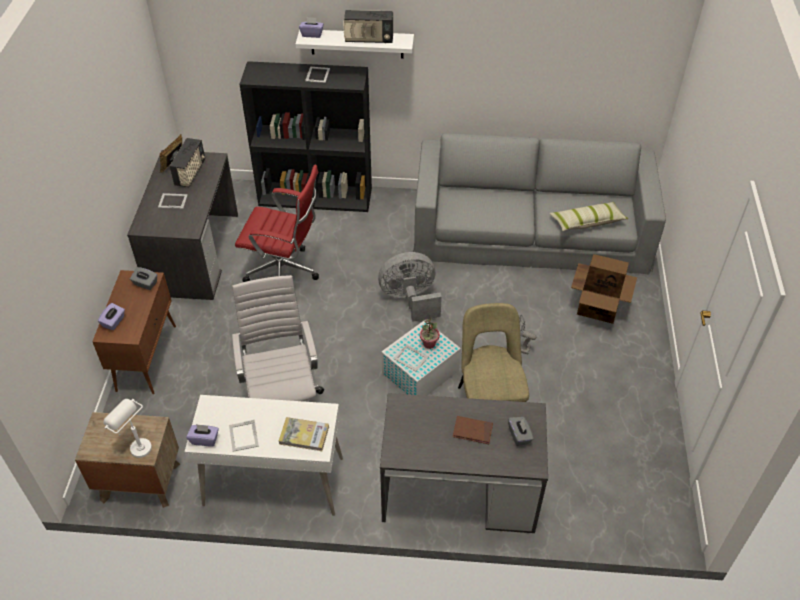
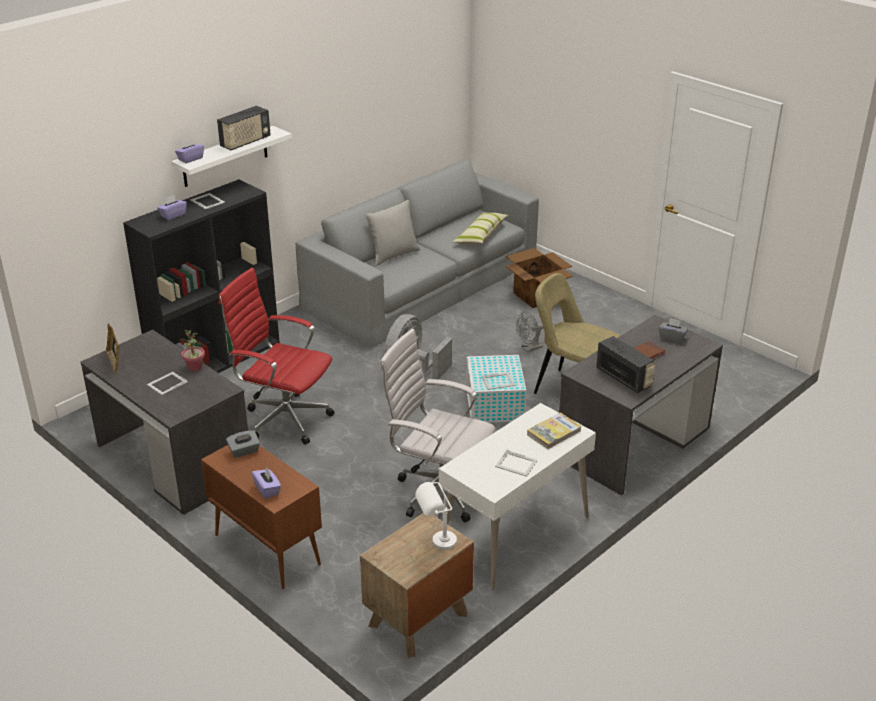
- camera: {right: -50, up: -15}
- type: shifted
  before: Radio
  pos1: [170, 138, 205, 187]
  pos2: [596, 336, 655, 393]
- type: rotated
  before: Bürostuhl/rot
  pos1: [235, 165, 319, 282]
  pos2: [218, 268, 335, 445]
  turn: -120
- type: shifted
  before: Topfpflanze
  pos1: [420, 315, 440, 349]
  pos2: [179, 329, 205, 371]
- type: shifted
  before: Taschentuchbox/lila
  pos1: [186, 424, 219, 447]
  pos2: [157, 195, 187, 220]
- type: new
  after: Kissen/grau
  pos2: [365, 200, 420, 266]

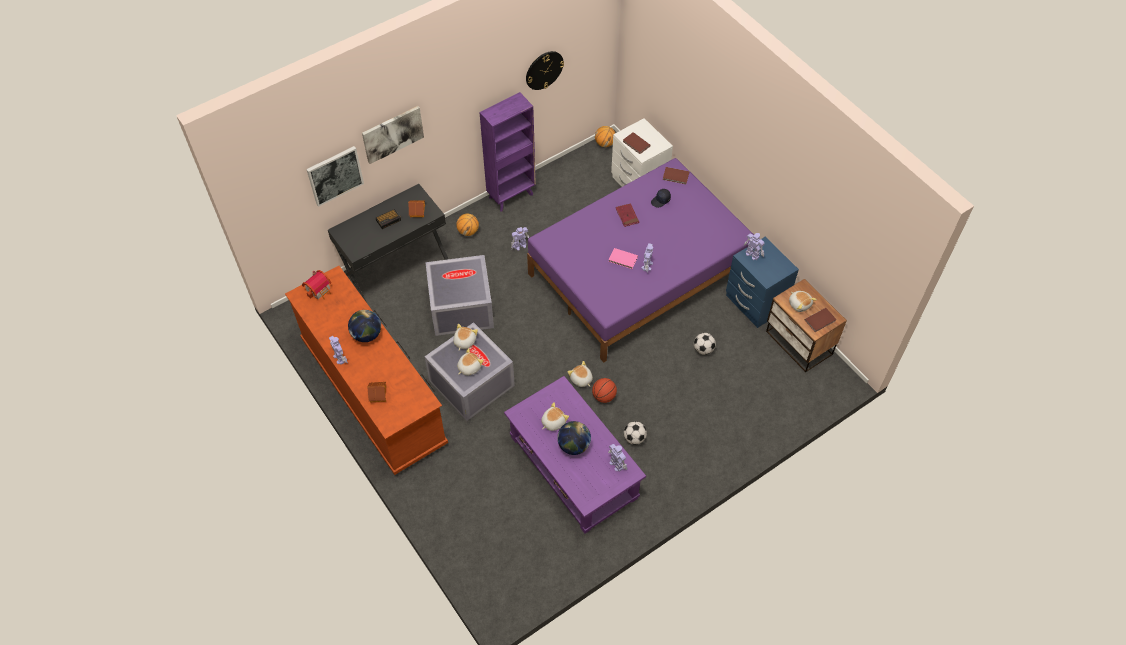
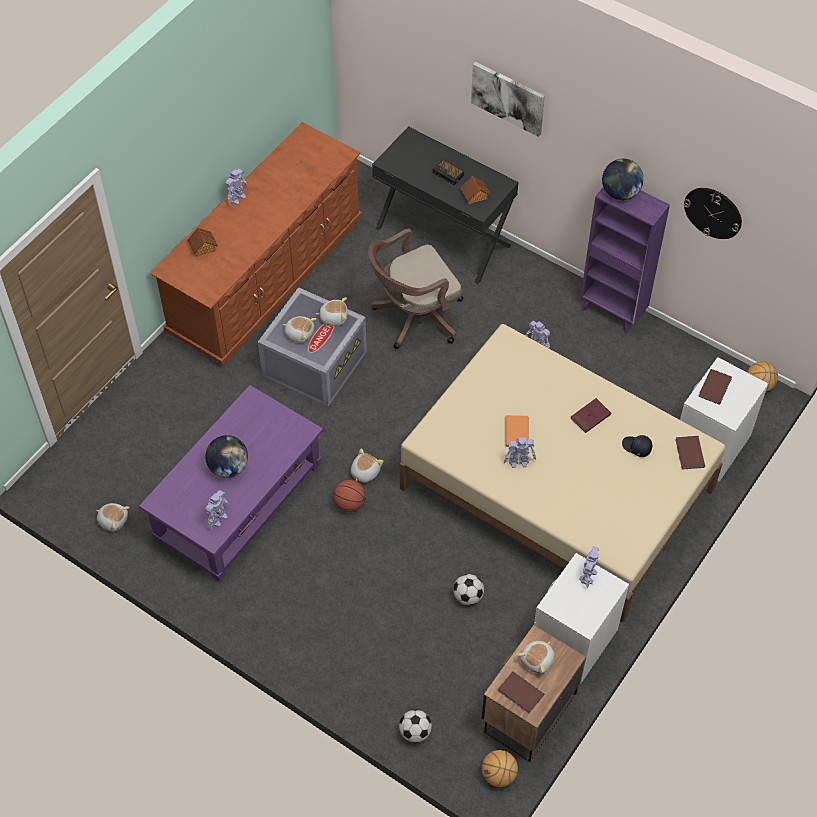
- camera: {right: 70, up: 0}
- type: gone
  before: Bild
  pos1: [306, 146, 364, 207]
- type: repainted
  before: Bett/lila
  after: Bett/beige
  pos1: [527, 158, 754, 362]
  pos2: [400, 324, 725, 623]
- type: shifted
  before: Basketball
  pos1: [456, 214, 479, 236]
  pos2: [482, 750, 518, 787]
- type: repainted
  before: Nachttisch/blau
  after: Nachttisch/weiß
  pos1: [726, 237, 799, 328]
  pos2: [534, 553, 629, 684]
- type: repainted
  before: Buch/rosa
  after: Buch/orange
  pos1: [608, 248, 638, 269]
  pos2: [506, 415, 529, 447]
- type: swapped
  before: Aufbewahrungsbox/grau
  after: Bürostuhl/braun
  pos1: [425, 255, 494, 336]
  pos2: [368, 228, 463, 349]
- type: gone
  before: Spielzeughaus
  pos1: [302, 270, 331, 300]
- type: shifted
  before: Globus
  pos1: [348, 310, 381, 342]
  pos2: [602, 159, 644, 200]
- type: shifted
  before: Plüschtier
  pos1: [541, 402, 569, 431]
  pos2: [96, 503, 130, 532]
- type: shifted
  before: Fußball
  pos1: [624, 421, 647, 445]
  pos2: [399, 709, 432, 743]

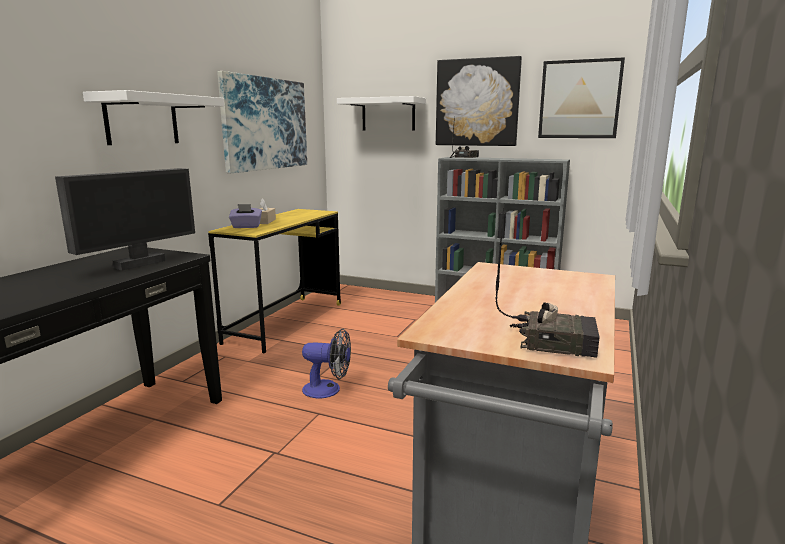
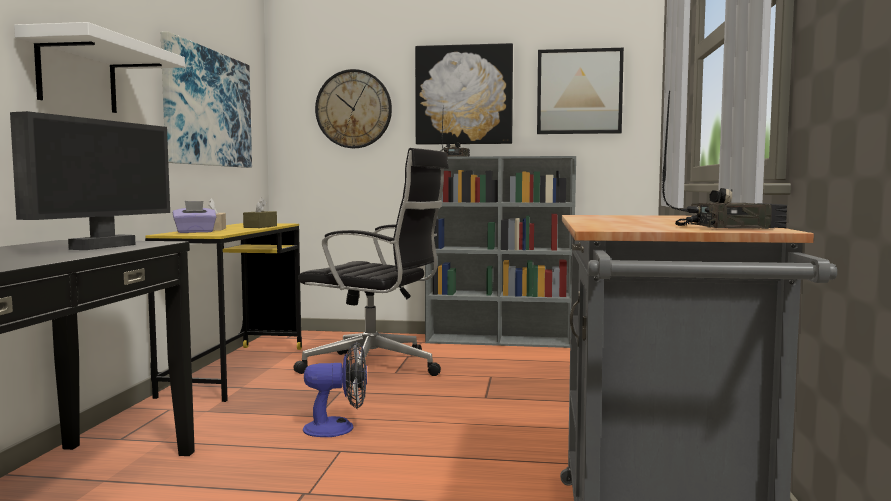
- camera: {right: -15, up: -10}
- type: swapped
  before: Wandregal/weiß
  after: Wanduhr
  pos1: [337, 96, 426, 130]
  pos2: [315, 69, 392, 148]
- type: new
  after: Bürostuhl/schwarz
  pos2: [293, 148, 448, 389]
- type: new
  after: Taschentuchbox/braun
  pos2: [243, 197, 277, 228]

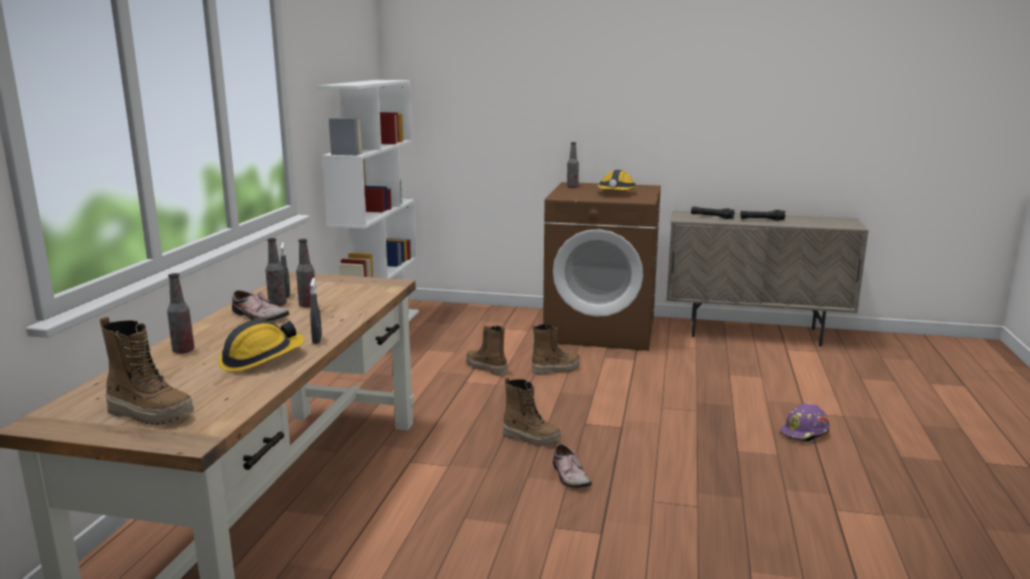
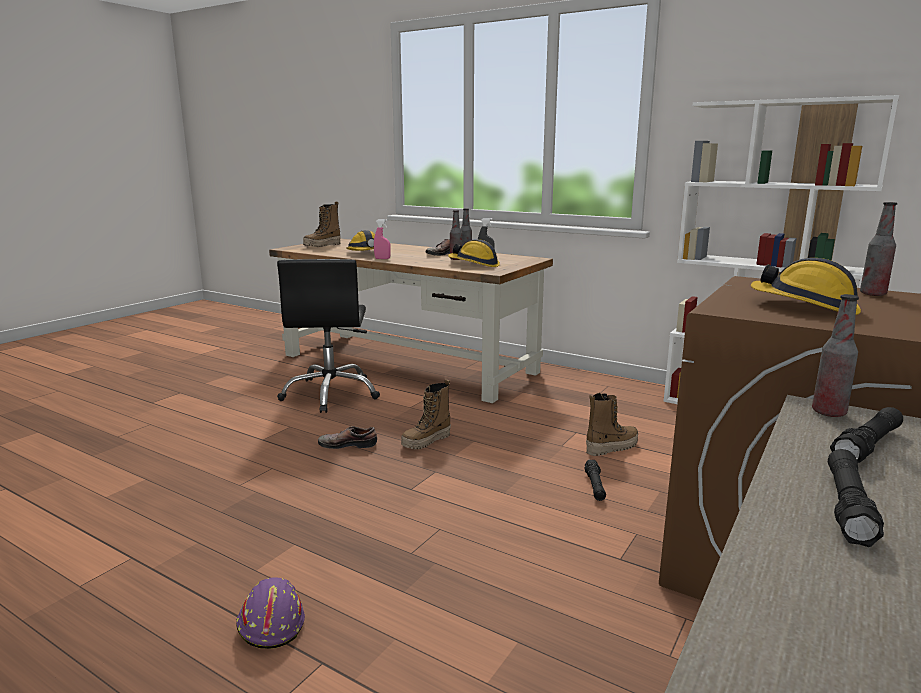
- camera: {right: 110, up: 0}
- type: shifted
  before: Flasche
  pos1: [167, 273, 195, 354]
  pos2: [812, 294, 859, 417]
- type: repainted
  before: Sprühflasche/grau
  after: Sprühflasche/rosa
  pos1: [310, 278, 322, 344]
  pos2: [374, 219, 391, 259]
- type: swapped
  before: Stiefel
  after: Taschenlampe/schwarz
  pos1: [532, 324, 580, 375]
  pos2: [585, 460, 606, 501]
- type: new
  after: Schutzhelm
  pos2: [448, 239, 500, 267]
- type: new
  after: Bürostuhl/schwarz
  pos2: [277, 259, 380, 413]

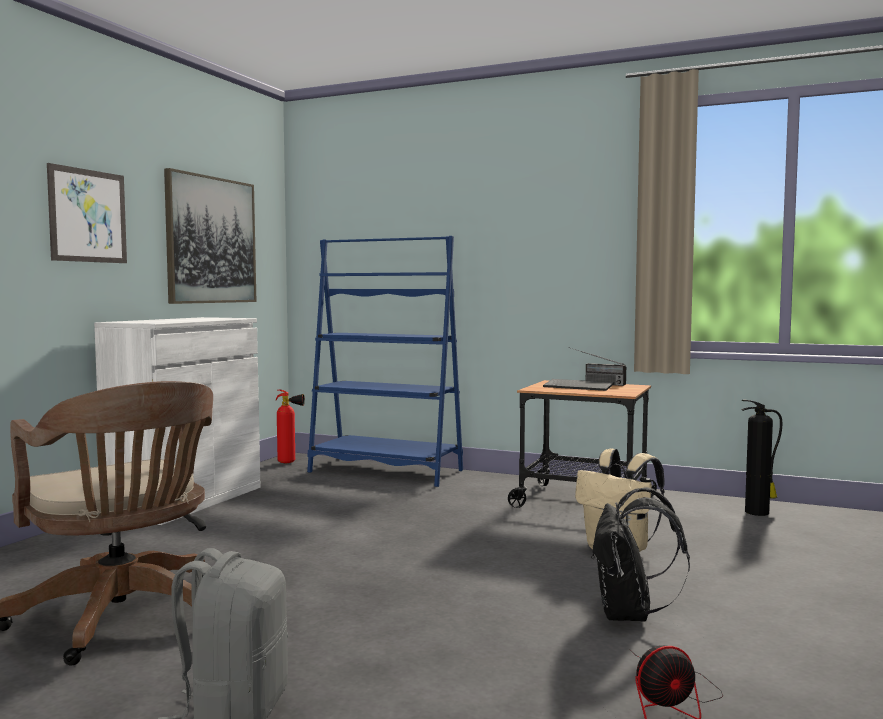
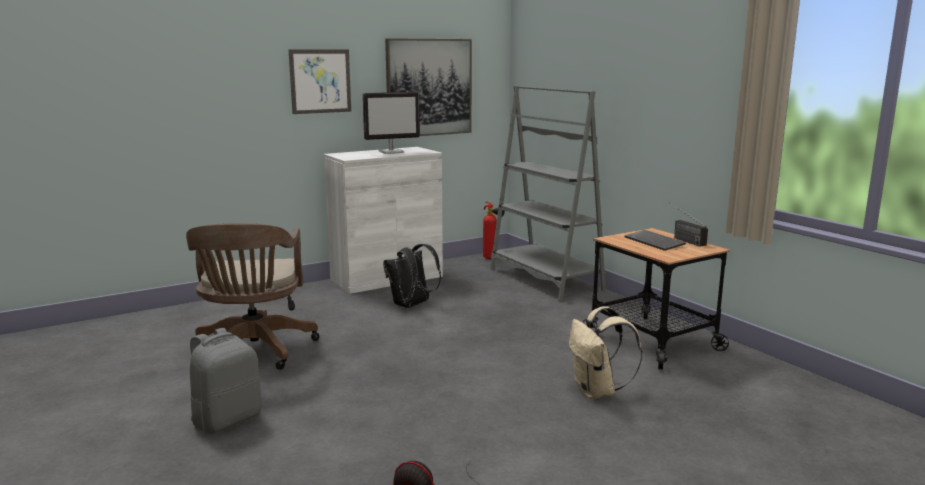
- camera: {right: 35, up: 10}
- type: repainted
  before: Bücherregal/blau
  after: Bücherregal/grau
  pos1: [307, 236, 463, 487]
  pos2: [490, 85, 606, 302]
- type: gone
  before: Feuerlöscher
  pos1: [741, 400, 782, 516]
- type: shifted
  before: Rucksack/schwarz
  pos1: [591, 487, 690, 621]
  pos2: [383, 244, 441, 308]
- type: new
  after: Monitor
  pos2: [363, 92, 420, 154]

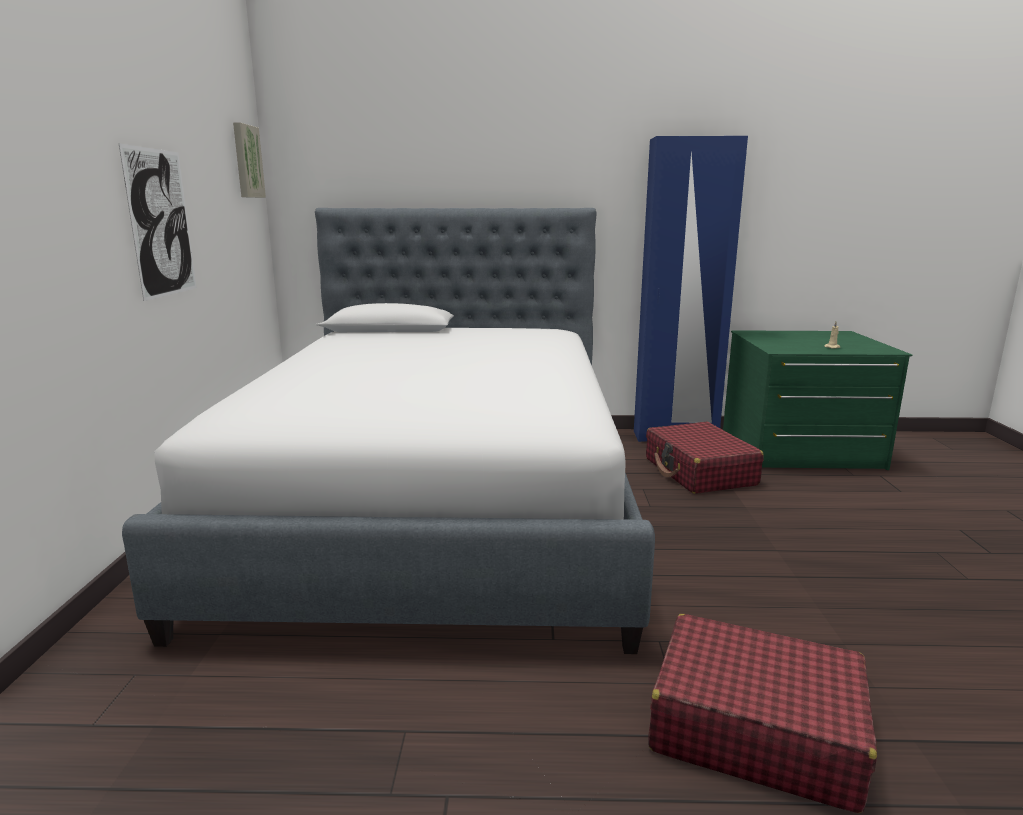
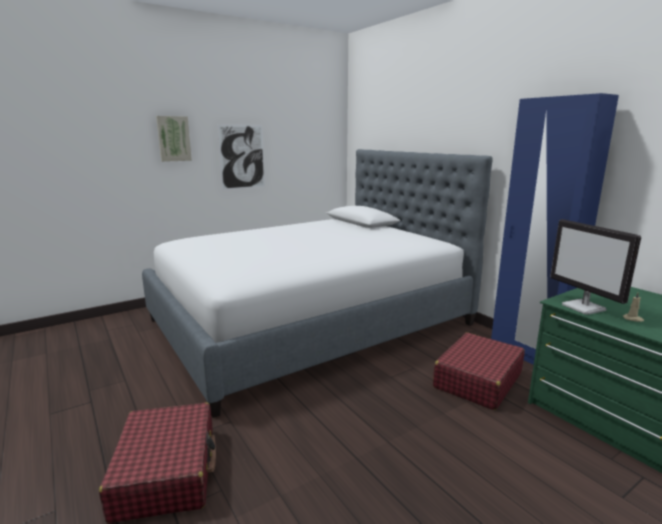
- camera: {right: 55, up: 0}
- type: shifted
  before: Bild
  pos1: [233, 122, 266, 198]
  pos2: [156, 116, 192, 162]
- type: new
  after: Monitor
  pos2: [550, 219, 641, 315]

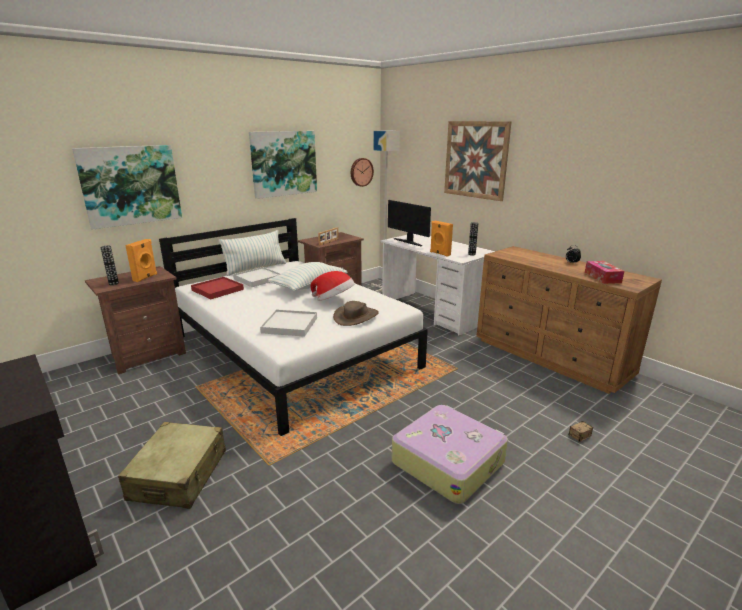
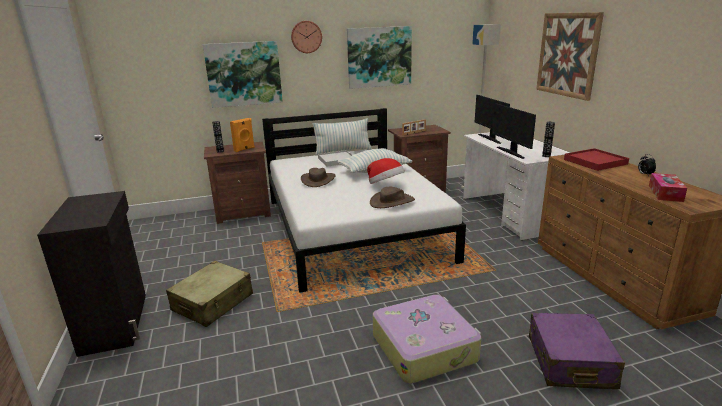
- camera: {right: 25, up: 0}
- type: shifted
  before: Wanduhr
  pos1: [351, 158, 374, 187]
  pos2: [291, 21, 322, 53]
- type: swapped
  before: Lautsprecher/orange
  after: Monitor
  pos1: [430, 221, 453, 257]
  pos2: [492, 103, 536, 159]
- type: shifted
  before: Tablett/rot
  pos1: [191, 277, 244, 299]
  pos2: [564, 148, 629, 171]
- type: gone
  before: Tablett/weiß
  pos1: [260, 309, 317, 337]
- type: swapped
  before: Aufbewahrungsbox
  after: Koffer/lila
  pos1: [569, 421, 593, 442]
  pos2: [529, 313, 625, 389]
- type: new
  after: Hut/braun
  pos2: [301, 168, 336, 187]

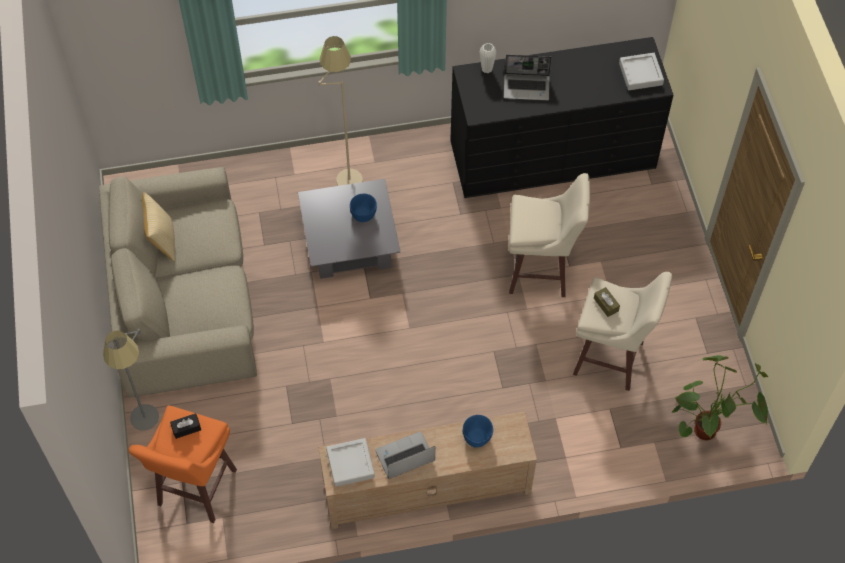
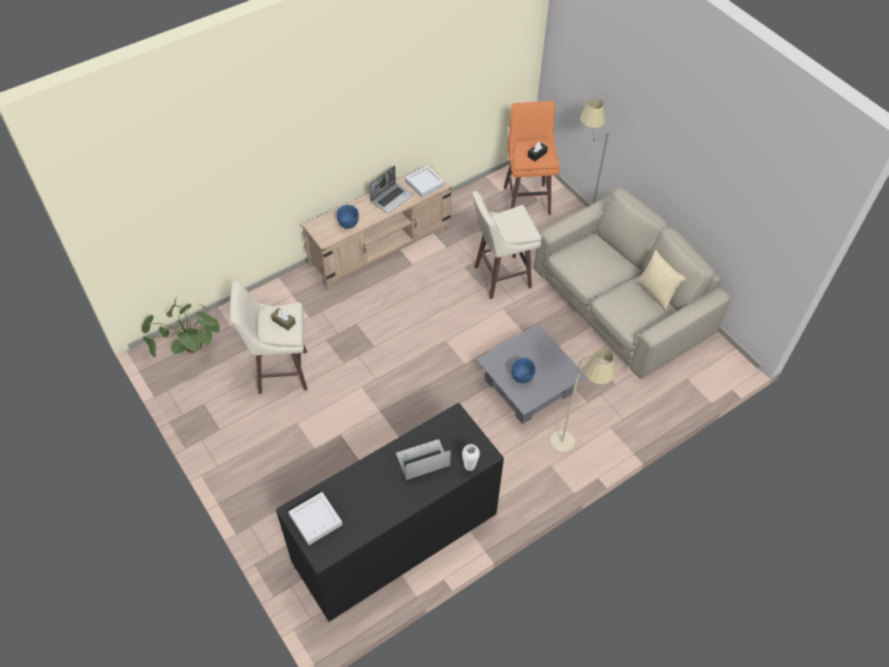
- camera: {right: 155, up: -5}
- type: shifted
  before: Hocker/beige
  pos1: [509, 173, 590, 297]
  pos2: [472, 191, 542, 299]

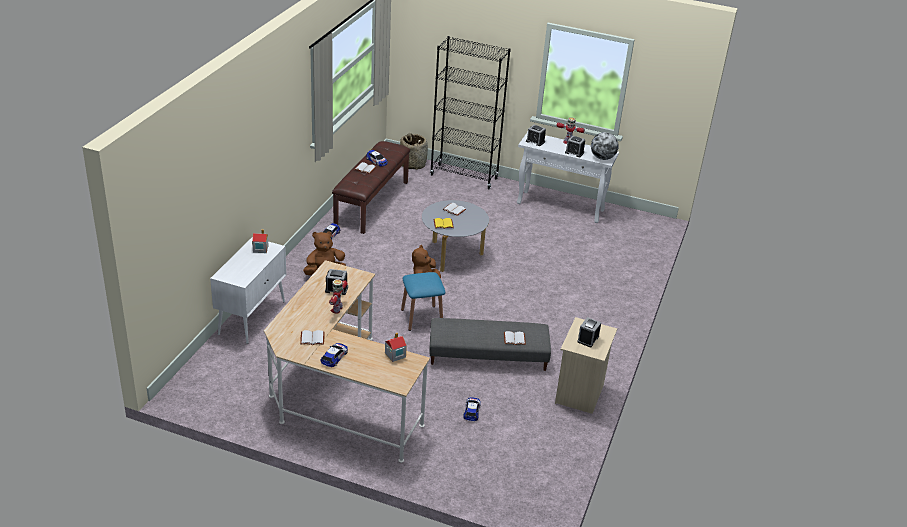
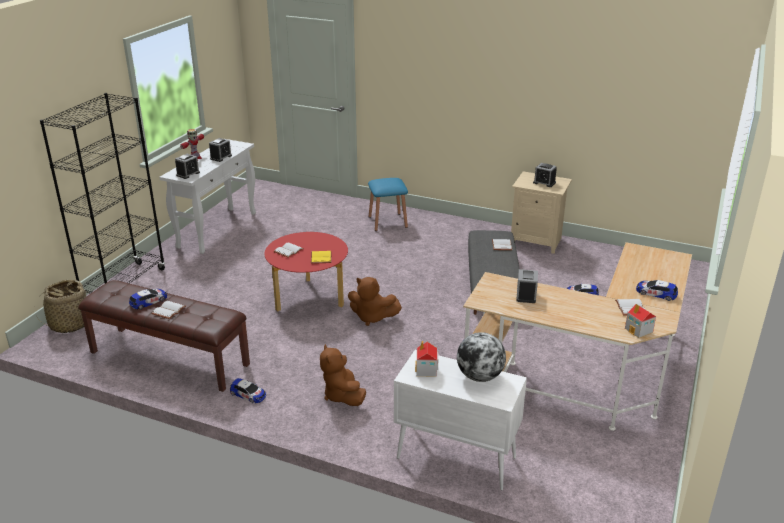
- camera: {right: -85, up: -5}
- type: shifted
  before: Globus
  pos1: [591, 132, 619, 160]
  pos2: [457, 332, 506, 382]
- type: repainted
  before: Couchtisch/grau
  after: Couchtisch/rot
  pos1: [422, 200, 489, 272]
  pos2: [264, 232, 348, 312]
- type: shifted
  before: Hocker/blau
  pos1: [401, 272, 445, 331]
  pos2: [368, 178, 408, 231]
- type: gone
  before: Spielzeugroboter
  pos1: [329, 279, 347, 314]
- type: shifted
  before: Spielzeughaus
  pos1: [385, 333, 407, 362]
  pos2: [625, 304, 656, 338]

